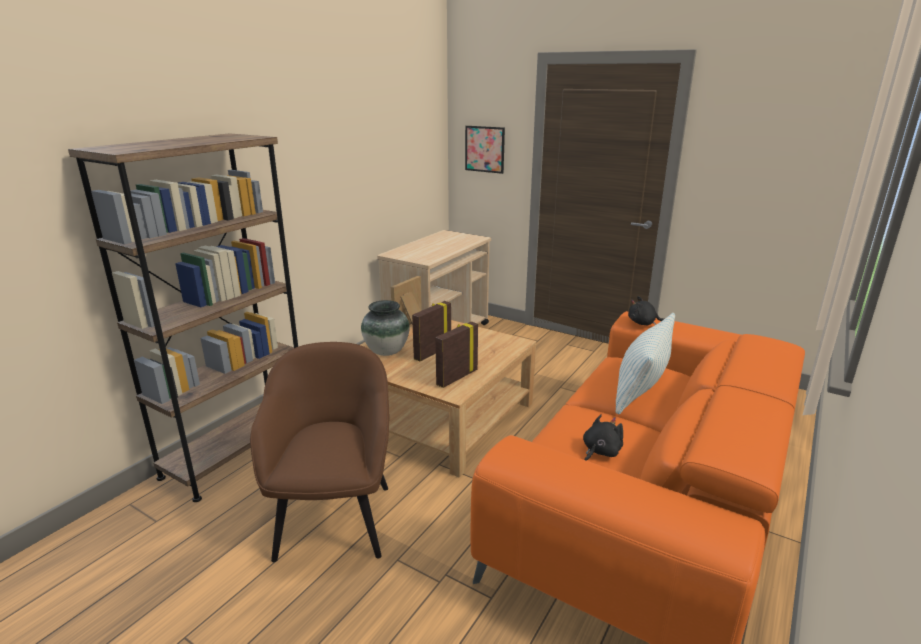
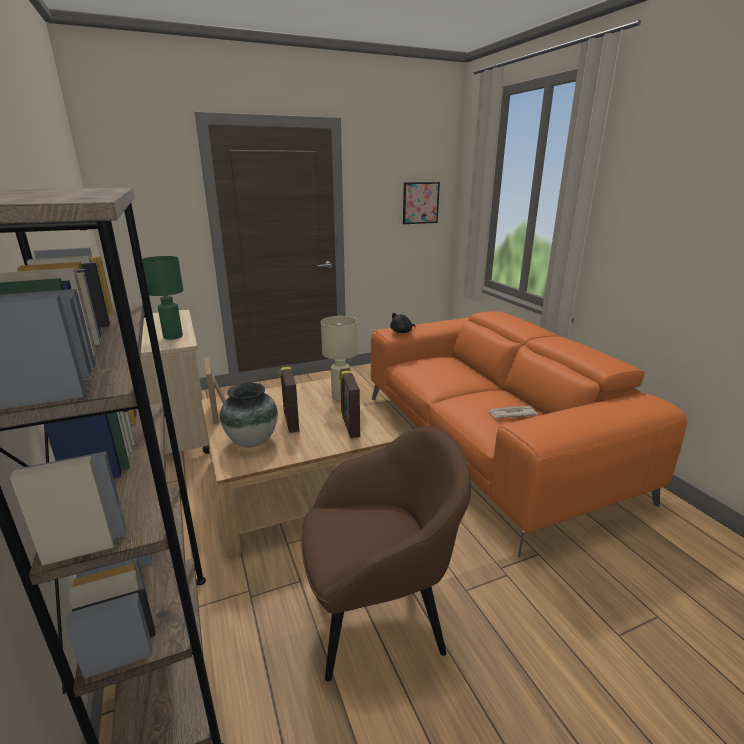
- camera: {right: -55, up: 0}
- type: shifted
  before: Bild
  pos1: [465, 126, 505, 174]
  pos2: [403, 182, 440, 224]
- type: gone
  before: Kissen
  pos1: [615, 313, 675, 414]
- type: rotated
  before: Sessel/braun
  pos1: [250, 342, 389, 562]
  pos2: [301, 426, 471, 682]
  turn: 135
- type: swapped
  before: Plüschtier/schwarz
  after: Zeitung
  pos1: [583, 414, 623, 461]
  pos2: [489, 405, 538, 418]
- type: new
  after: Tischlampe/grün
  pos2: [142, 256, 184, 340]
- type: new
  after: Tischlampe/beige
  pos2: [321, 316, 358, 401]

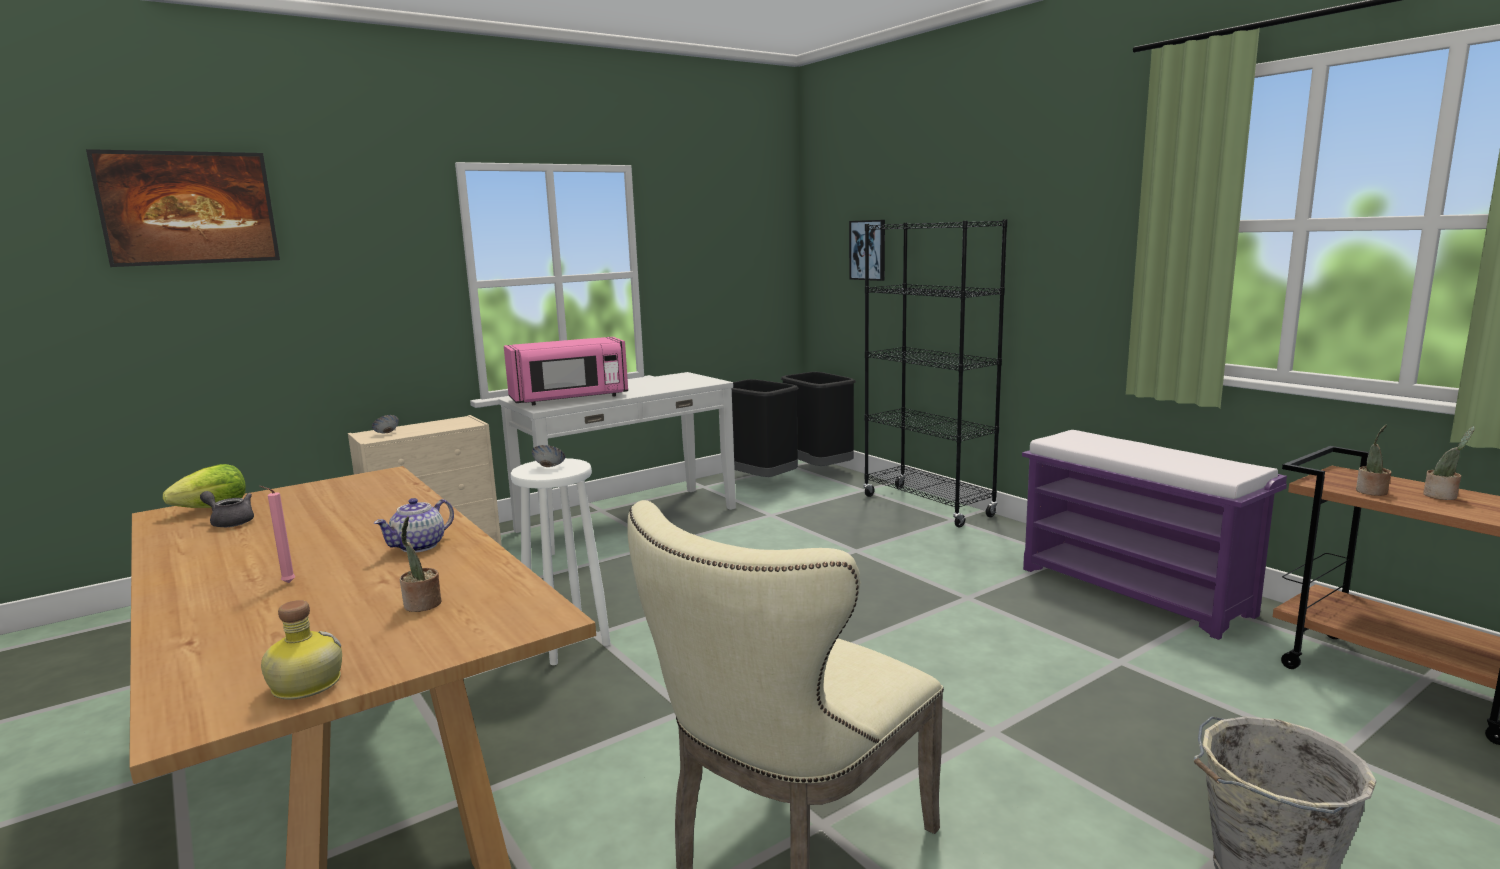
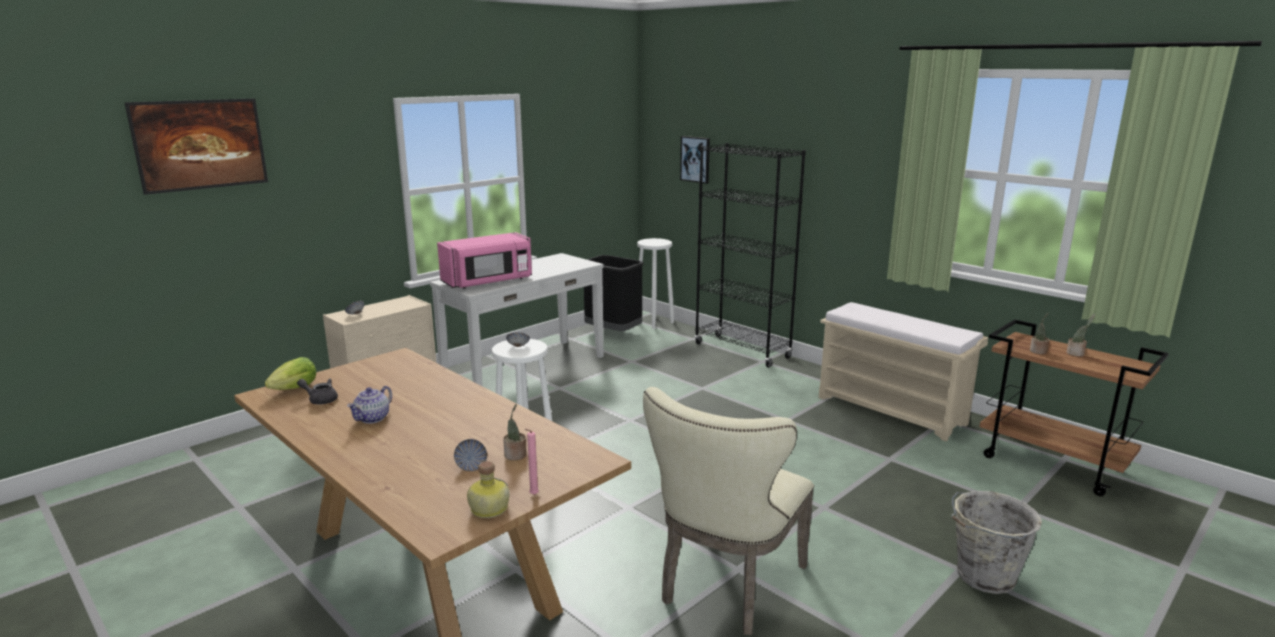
- camera: {right: -10, up: 5}
- type: swapped
  before: Mülleimer/schwarz
  after: Hocker/weiß
  pos1: [781, 372, 856, 466]
  pos2: [637, 238, 674, 329]
- type: repainted
  before: Bank/lila
  after: Bank/beige
  pos1: [1022, 430, 1287, 640]
  pos2: [819, 302, 988, 442]
- type: shifted
  before: Kerze/rosa
  pos1: [259, 486, 295, 583]
  pos2: [525, 429, 539, 495]
- type: shifted
  before: Teekanne
  pos1: [374, 498, 454, 553]
  pos2: [347, 386, 392, 424]
- type: new
  after: Schüssel
  pos2: [454, 439, 487, 471]

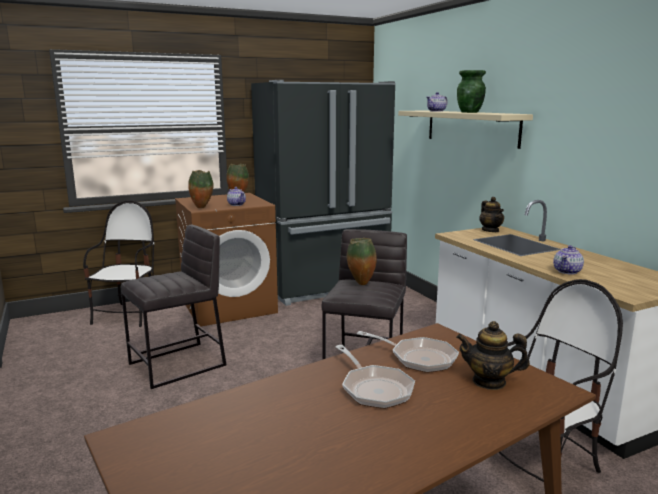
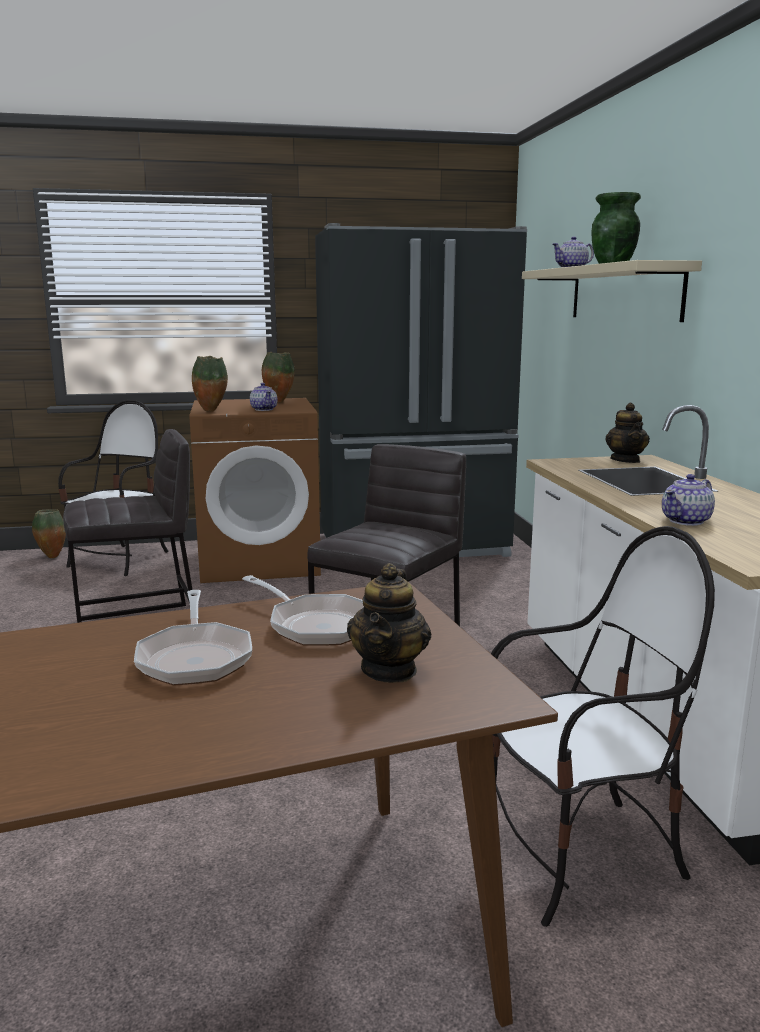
- camera: {right: 15, up: 0}
- type: shifted
  before: Vase
  pos1: [347, 238, 377, 285]
  pos2: [32, 509, 66, 558]
- type: rotated
  before: Teekanne
  pos1: [456, 321, 530, 390]
  pos2: [347, 563, 431, 683]
  turn: -105

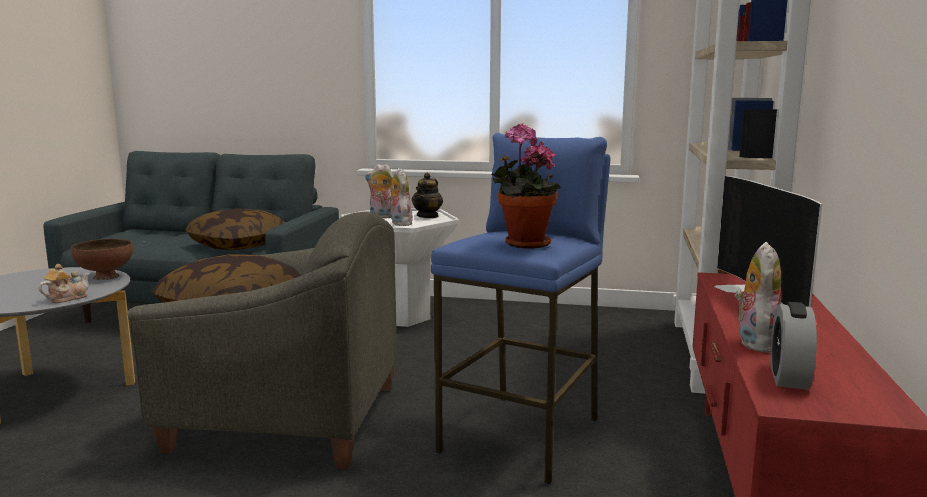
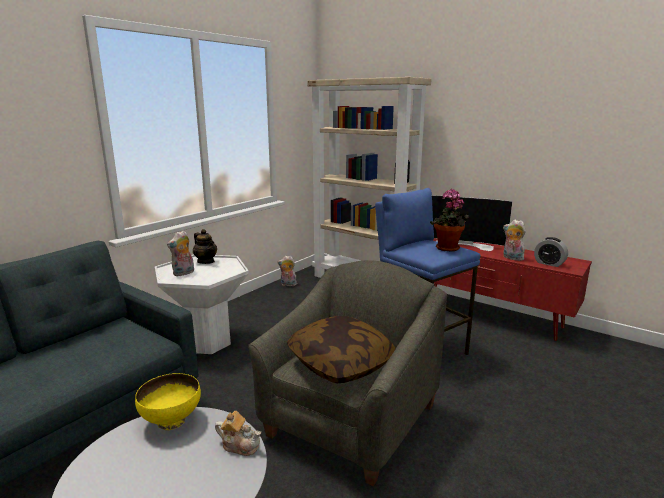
- camera: {right: -65, up: 5}
- type: shifted
  before: Plüschtier
  pos1: [387, 168, 413, 226]
  pos2: [278, 256, 297, 286]
- type: gone
  before: Kissen
  pos1: [185, 208, 285, 250]
- type: repainted
  before: Schüssel/braun
  after: Schüssel/gelb
  pos1: [71, 239, 133, 280]
  pos2: [135, 373, 201, 430]
- type: rotated
  before: Teekanne
  pos1: [38, 264, 90, 303]
  pos2: [215, 411, 261, 456]
  turn: 135

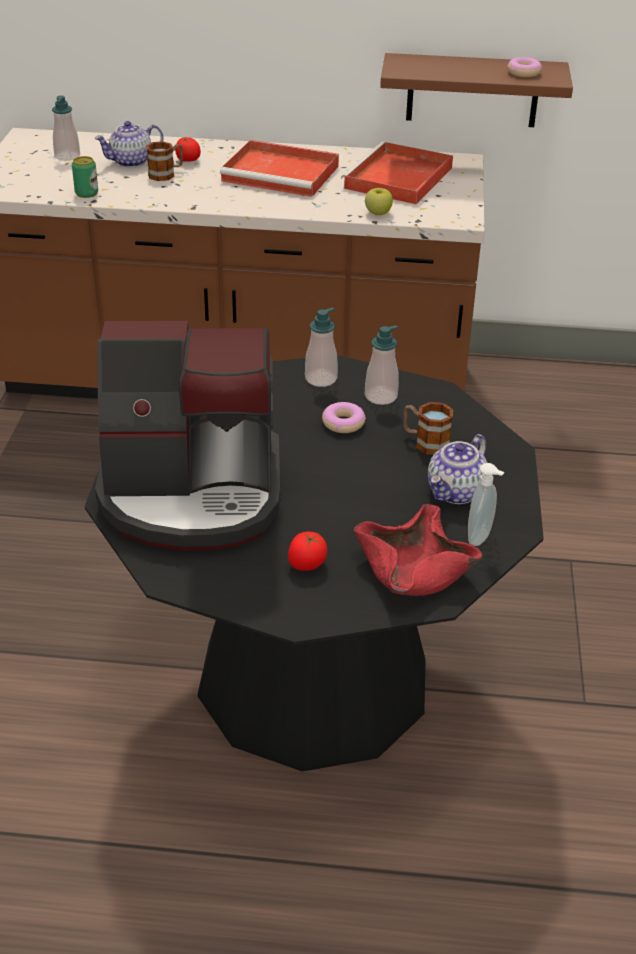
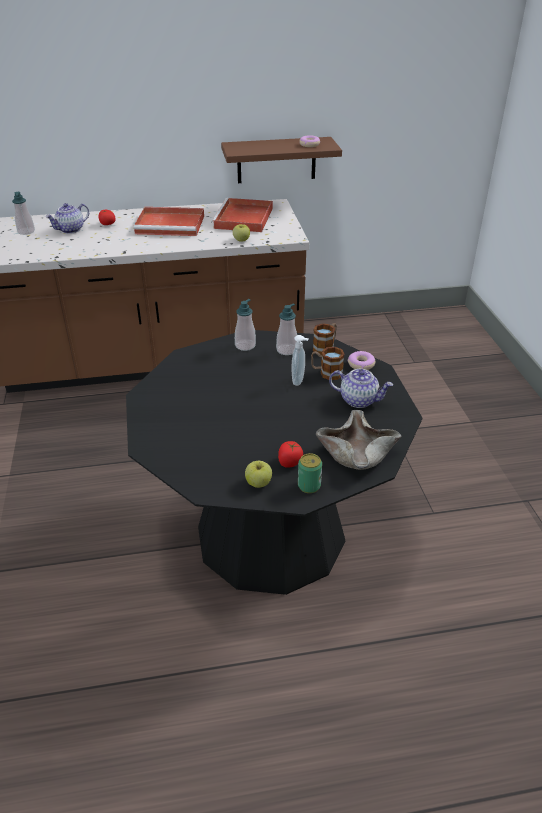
- camera: {right: -15, up: 0}
- type: shifted
  before: Henkelbecher
  pos1: [146, 141, 183, 181]
  pos2: [313, 323, 337, 355]
- type: shifted
  before: Dose
  pos1: [72, 156, 98, 198]
  pos2: [298, 453, 322, 493]
- type: gone
  before: Kaffeemaschine
  pos1: [95, 321, 280, 551]
- type: shifted
  before: Donut
  pos1: [322, 402, 366, 433]
  pos2: [348, 351, 375, 370]
- type: rotated
  before: Teekanne
  pos1: [428, 434, 487, 504]
  pos2: [329, 369, 393, 408]
  turn: -90
- type: shifted
  before: Seifenspender
  pos1: [468, 463, 505, 546]
  pos2: [291, 335, 309, 386]
- type: repainted
  before: Schüssel/rot
  after: Schüssel/beige
  pos1: [354, 504, 482, 596]
  pos2: [316, 410, 401, 470]
- type: new
  after: Apfel
  pos2: [245, 461, 272, 488]

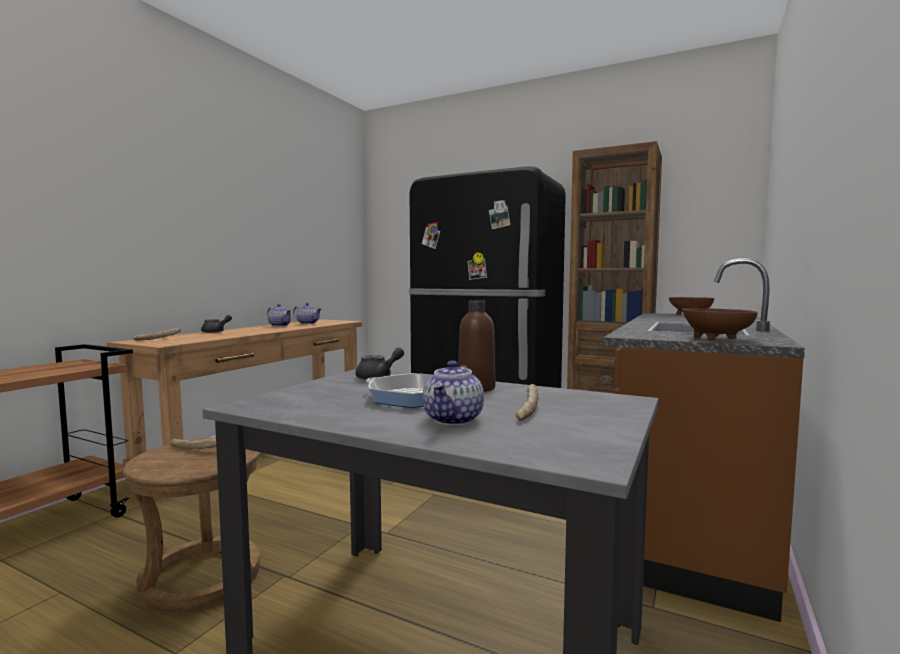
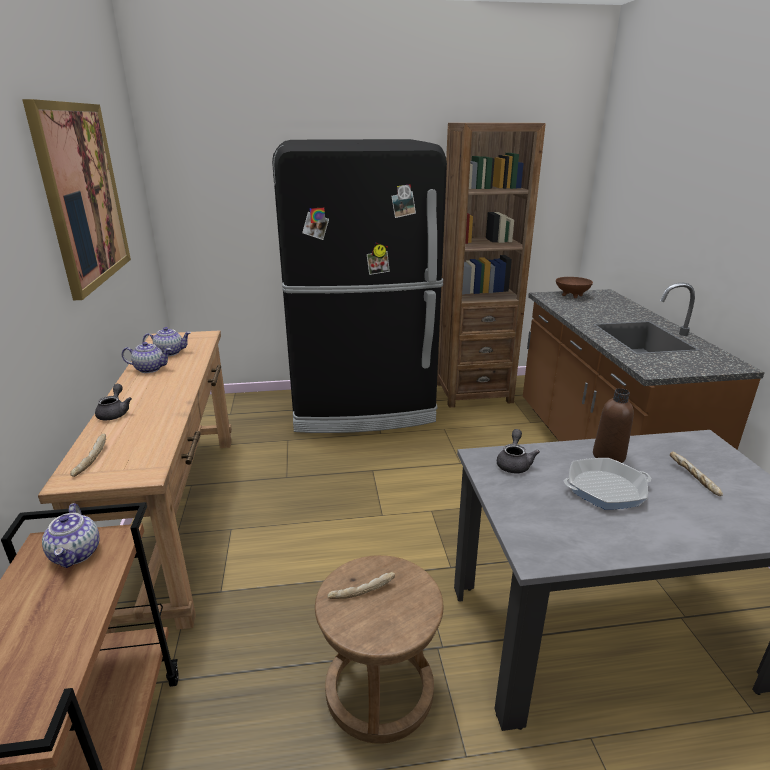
- camera: {right: -35, up: 20}
- type: gone
  before: Schüssel/braun
  pos1: [682, 308, 758, 340]
- type: shifted
  before: Teekanne
  pos1: [423, 360, 484, 425]
  pos2: [42, 503, 100, 568]
- type: new
  after: Bild
  pos2: [22, 99, 131, 300]

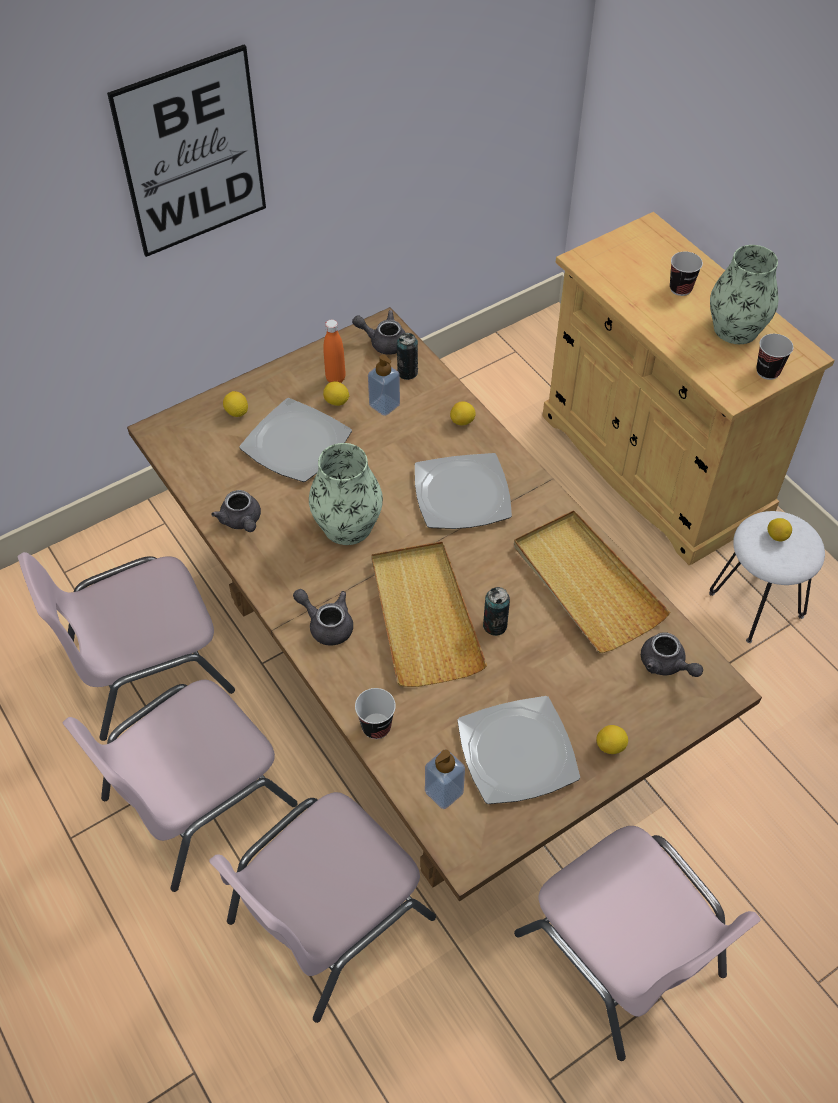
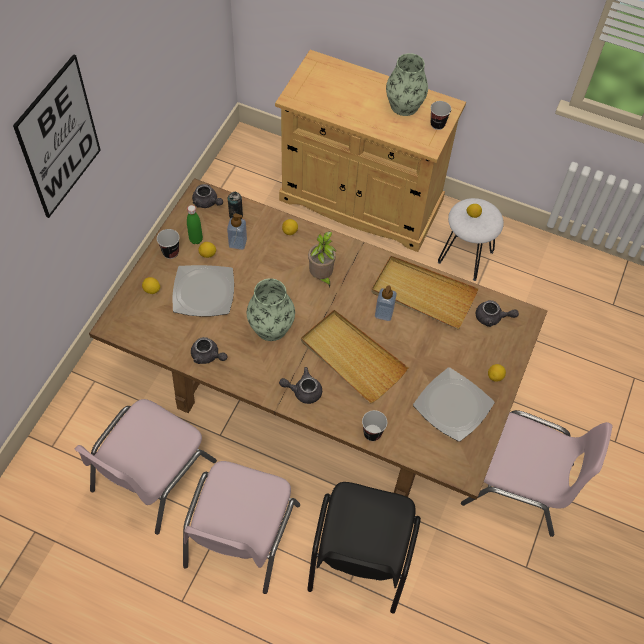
- camera: {right: -35, up: 5}
- type: shifted
  before: Tasse
  pos1: [670, 251, 703, 296]
  pos2: [157, 229, 179, 259]
- type: rotated
  before: Teekanne/grau
  pos1: [352, 310, 406, 355]
  pos2: [192, 184, 223, 208]
  turn: -120
- type: repainted
  before: Flasche/orange
  after: Flasche/grün
  pos1: [323, 320, 346, 383]
  pos2: [187, 205, 203, 244]
- type: swapped
  before: Teller
  after: Topfpflanze
  pos1: [415, 453, 512, 529]
  pos2: [308, 232, 337, 288]
- type: gone
  before: Dose
  pos1: [483, 587, 510, 636]
- type: shifted
  before: Seifenspender
  pos1: [425, 749, 465, 809]
  pos2: [375, 286, 397, 321]
- type: repainted
  before: Stuhl/rosa
  after: Stuhl/schwarz
  pos1: [209, 792, 436, 1023]
  pos2: [307, 482, 421, 614]

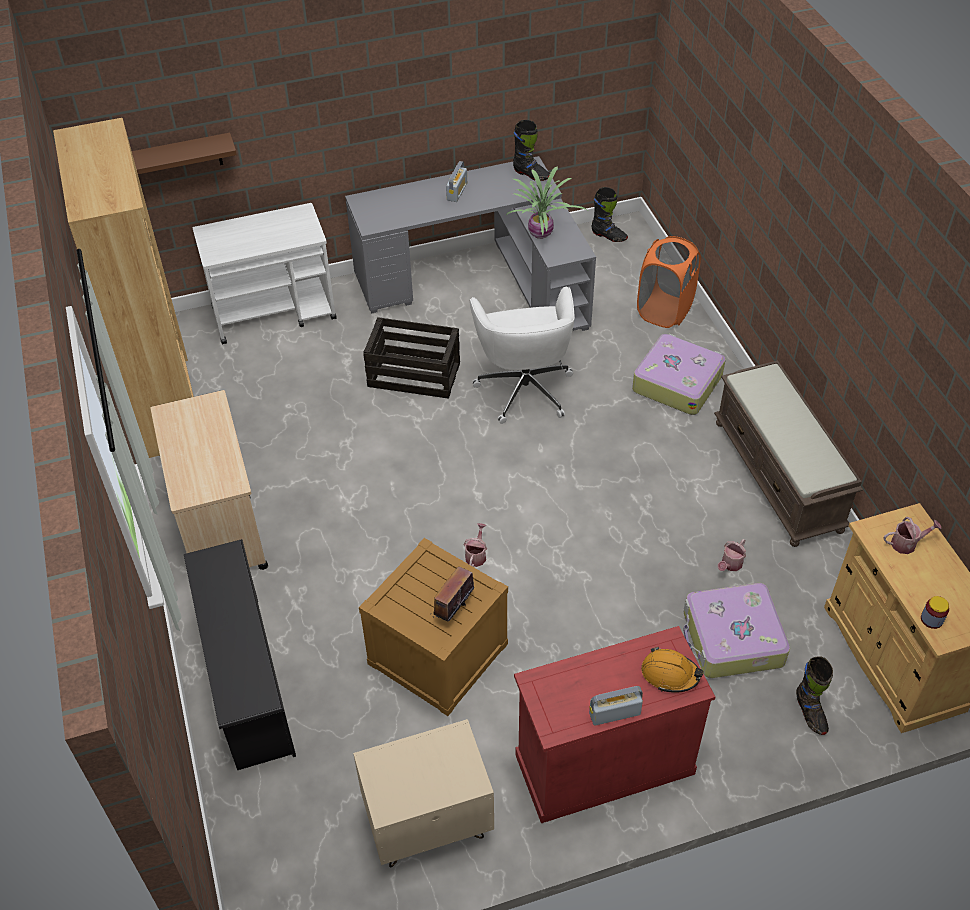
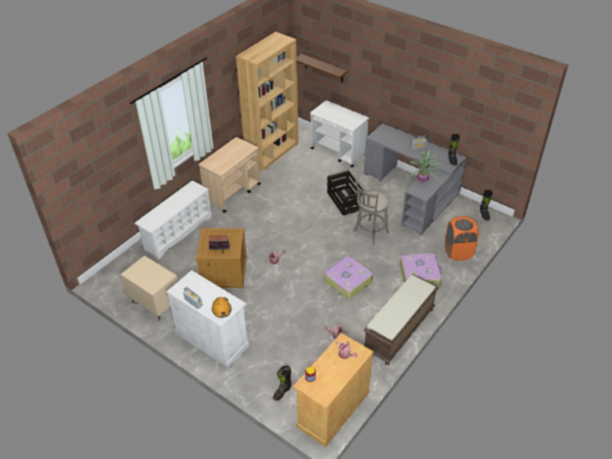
- camera: {right: 55, up: -5}
- type: swapped
  before: Bürostuhl/weiß
  after: Hocker/grau
  pos1: [470, 287, 575, 424]
  pos2: [354, 180, 389, 244]
- type: repainted
  before: Schuhregal/schwarz
  after: Schuhregal/weiß
  pos1: [184, 539, 296, 770]
  pos2: [134, 180, 212, 260]
- type: shifted
  before: Koffer
  pos1: [683, 583, 790, 678]
  pos2: [325, 256, 373, 299]
- type: repainted
  before: Schrank/rot
  after: Schrank/weiß
  pos1: [514, 626, 715, 823]
  pos2: [166, 270, 249, 367]

